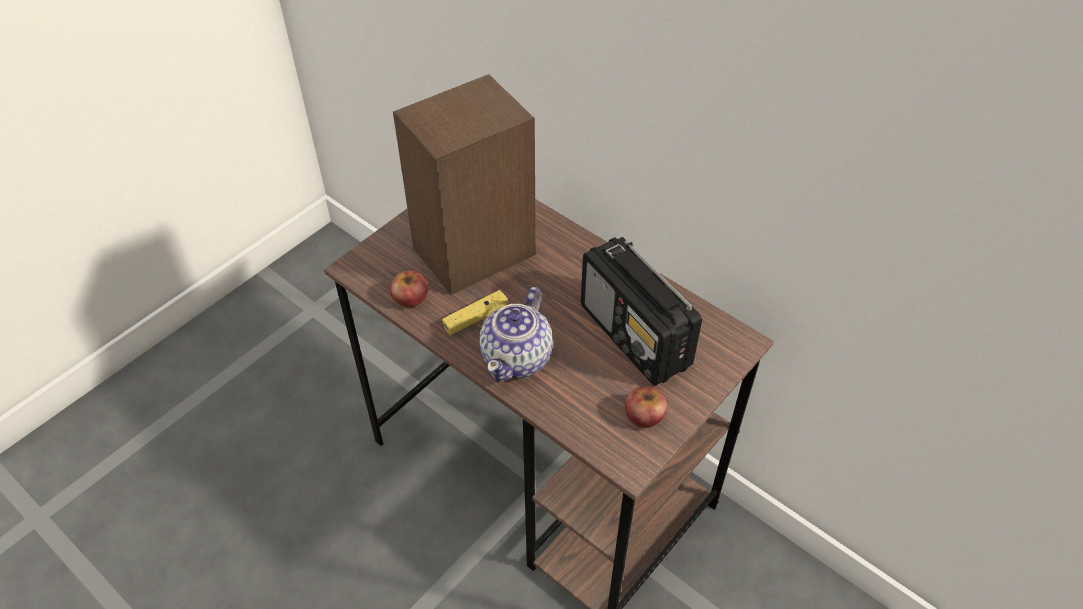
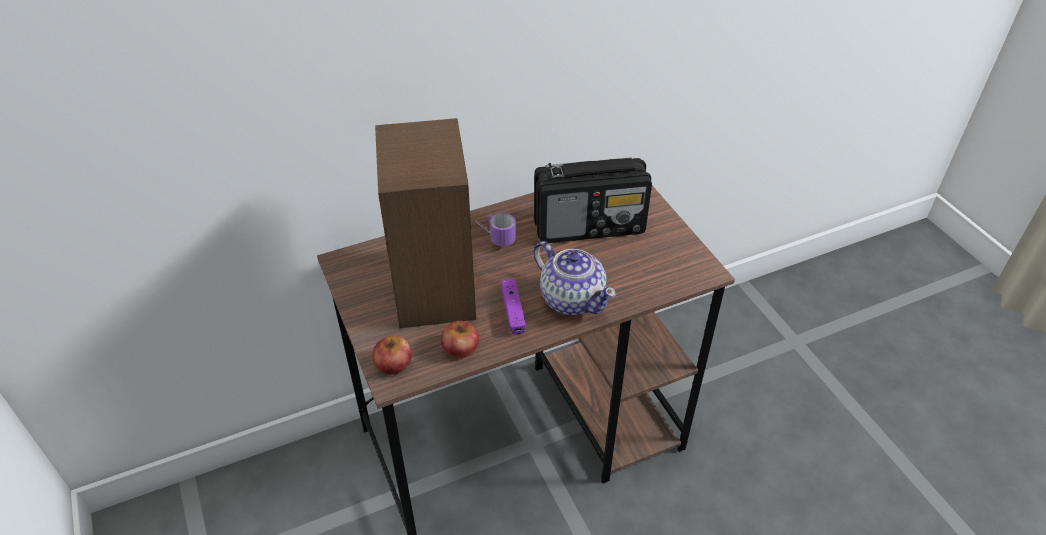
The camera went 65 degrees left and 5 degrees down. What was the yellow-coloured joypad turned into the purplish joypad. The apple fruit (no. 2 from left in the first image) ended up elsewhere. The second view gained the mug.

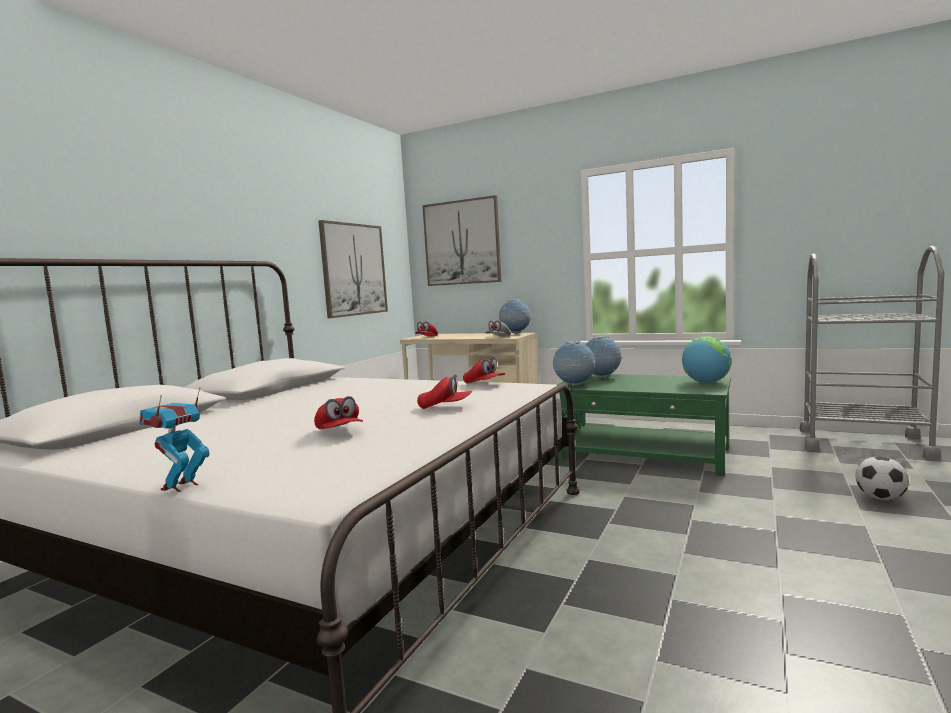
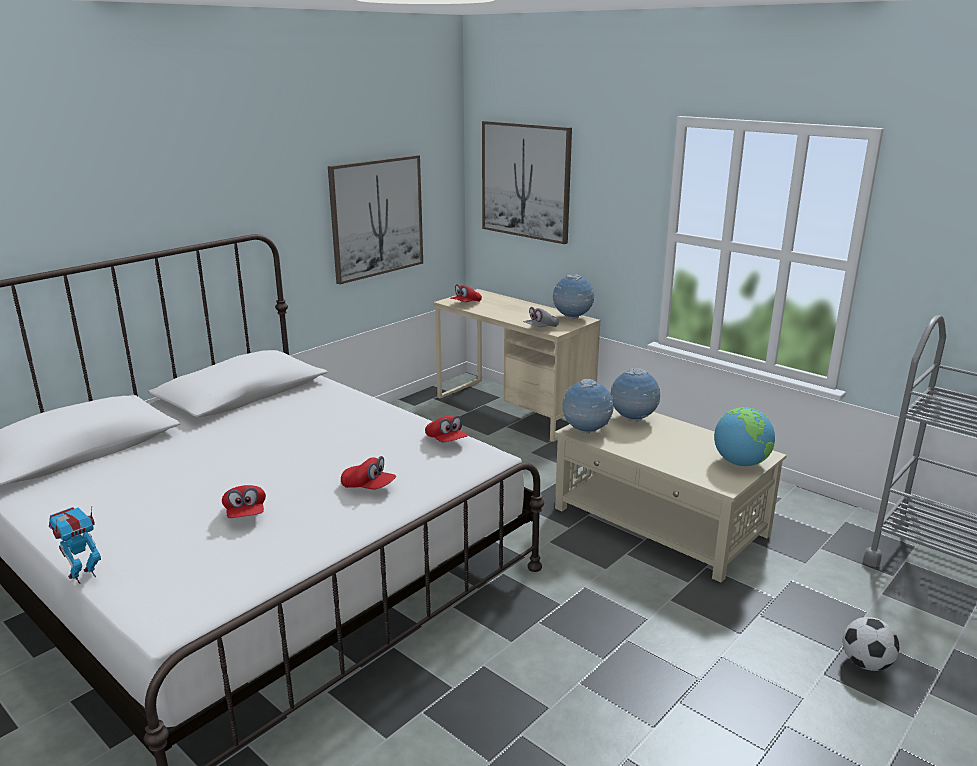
The camera went 15 degrees right and 15 degrees up. What was the green-coloured low table turned into the beige-coloured low table.

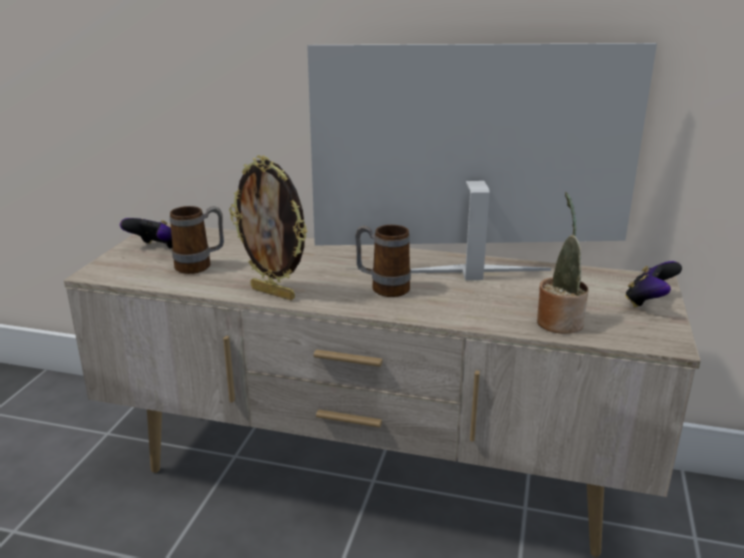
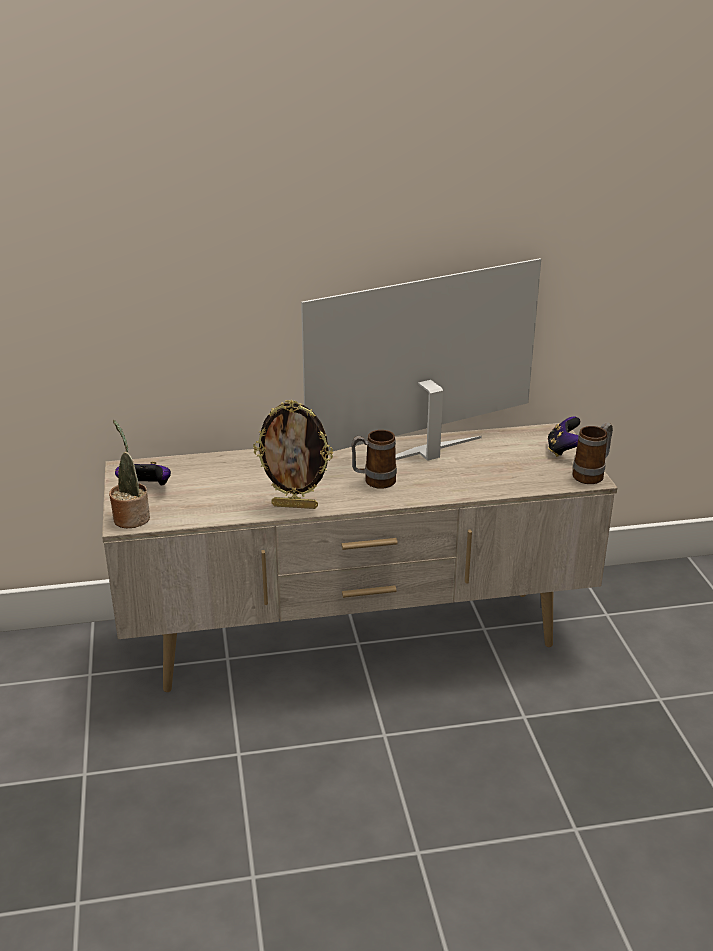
The camera went 25 degrees left and 5 degrees up. The mug (no. 1 from left in the first image) ended up elsewhere. The houseplant ended up elsewhere.

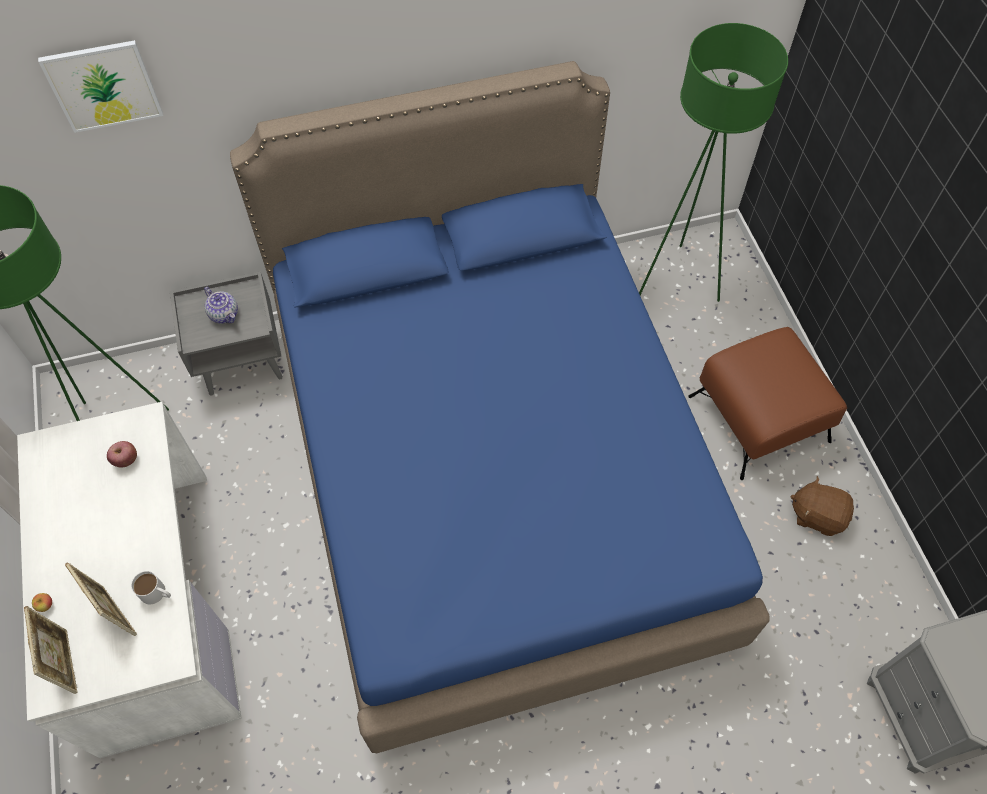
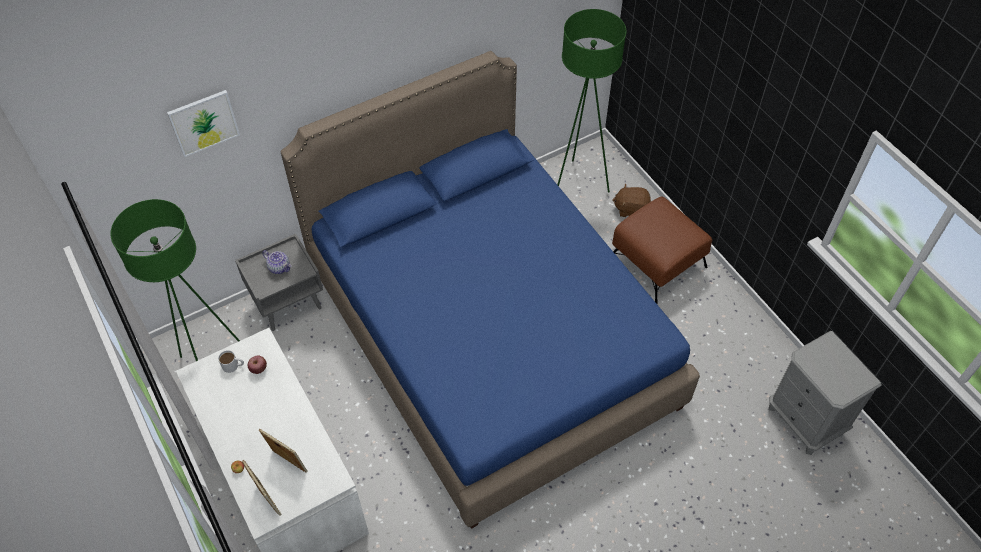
The camera went 15 degrees left and 5 degrees down. The white-coloured mug ended up elsewhere. The brown soft toy ended up elsewhere.

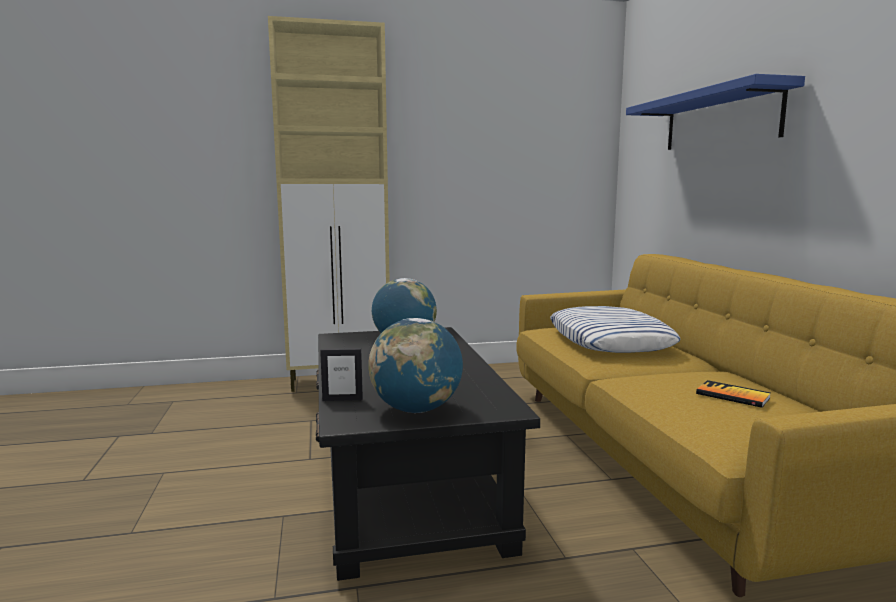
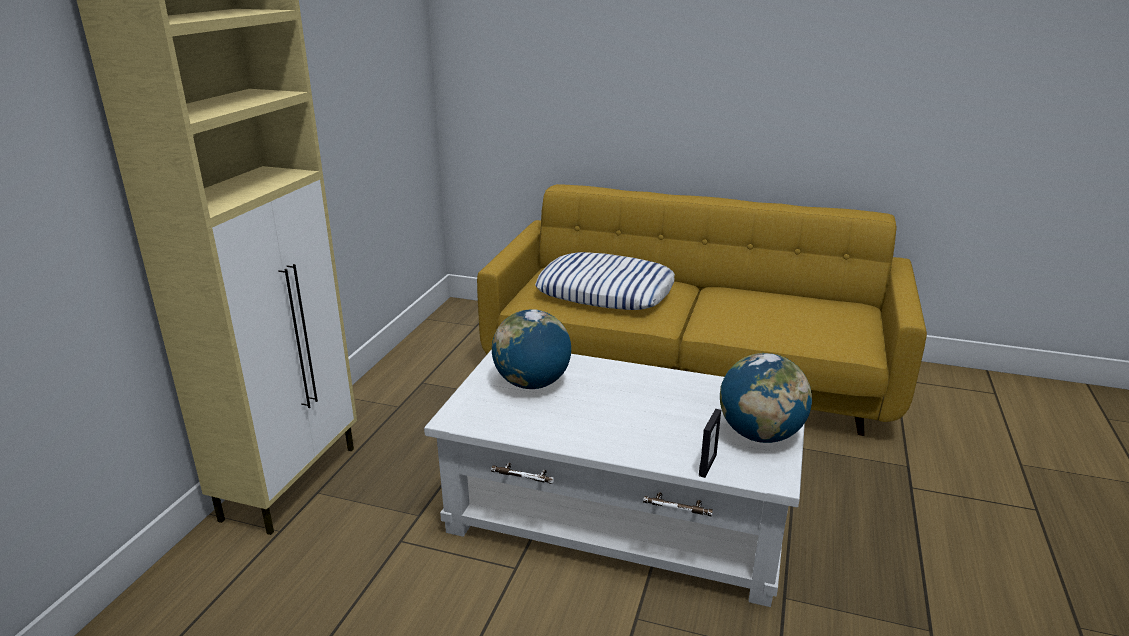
The camera went 60 degrees left and 15 degrees up. What was the blackish low table turned into the white-coloured low table. The second view lost the bluish wall shelf. The second view lost the book.

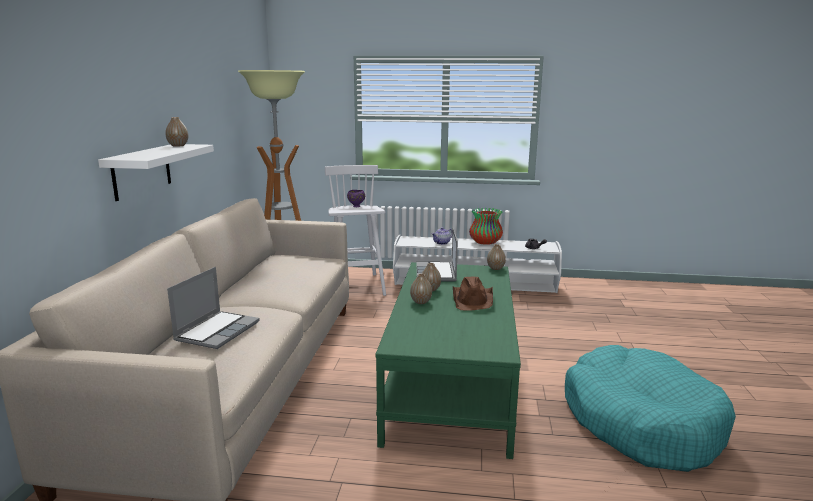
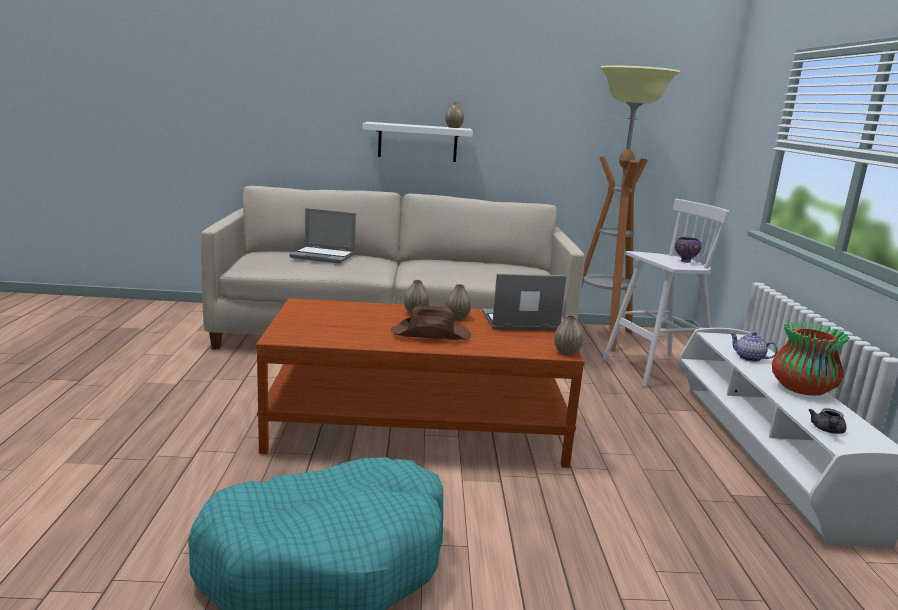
The camera went 80 degrees right and 0 degrees up. What was the green-coloured low table turned into the brown low table.

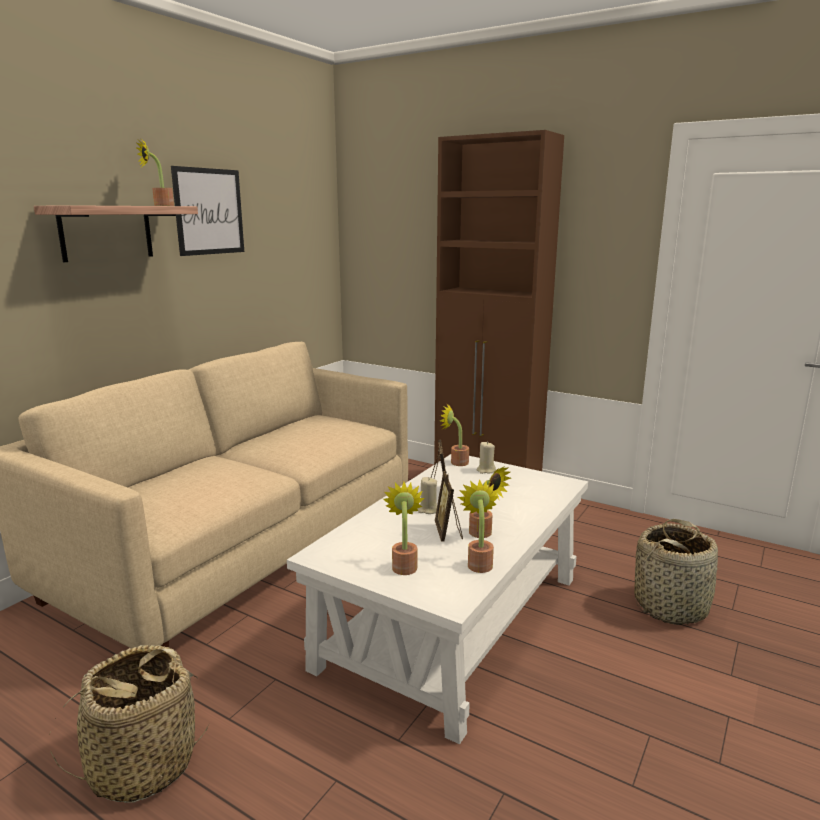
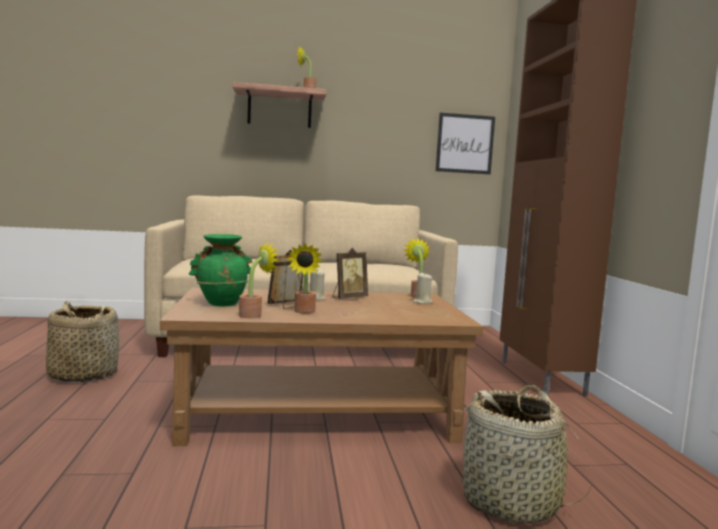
The camera went 50 degrees right and 10 degrees down. The wall art ended up elsewhere. What was the white-coloured low table turned into the brown low table. Where the houseplant (no. 2 from left) stood, the green-coloured decorative vase came to stand.

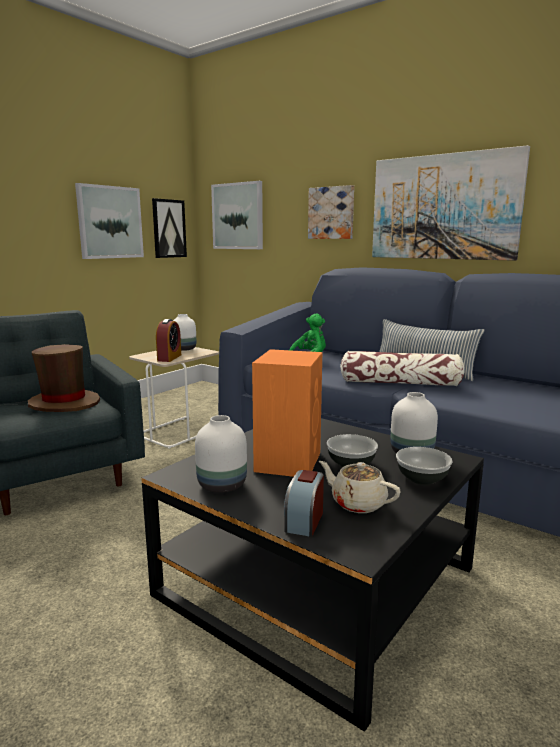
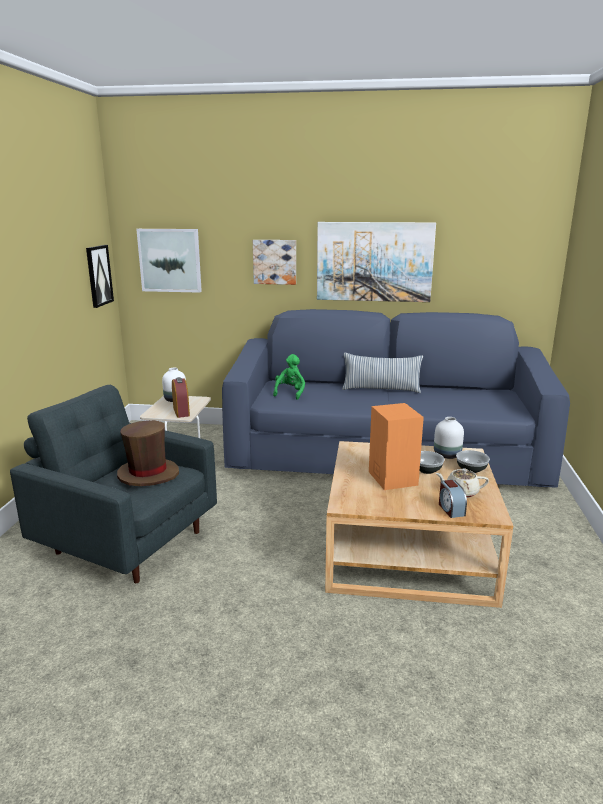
The camera went 30 degrees left and 5 degrees up. The second view lost the wall art (no. 1 from left). What was the blackish low table turned into the beige-coloured low table. The second view lost the white-coloured decorative vase (no. 2 from left). The second view lost the pillow (no. 1 from left).

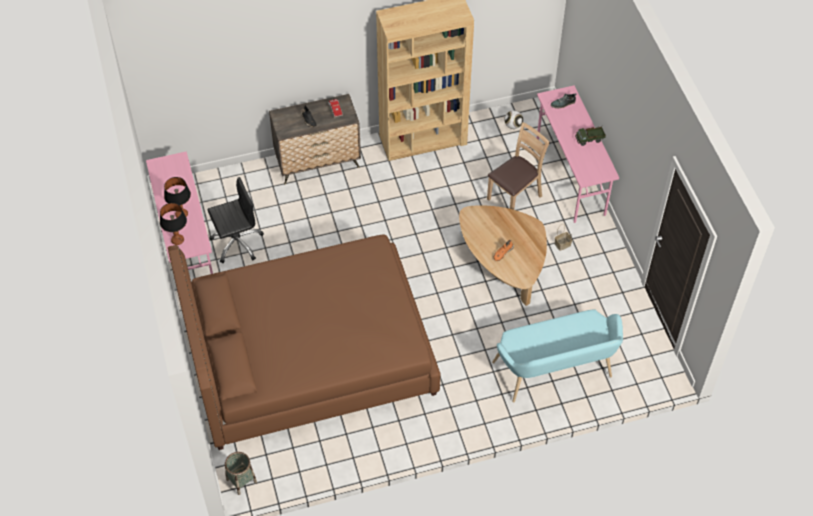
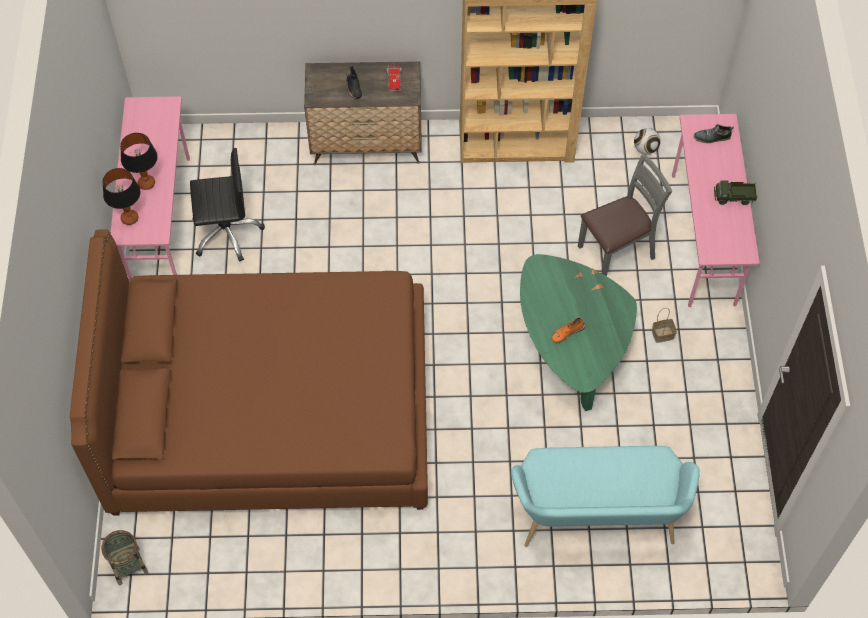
The camera went 15 degrees right and 5 degrees up. What was the brown low table turned into the green-coloured low table. What was the brown plain chair turned into the gray plain chair.

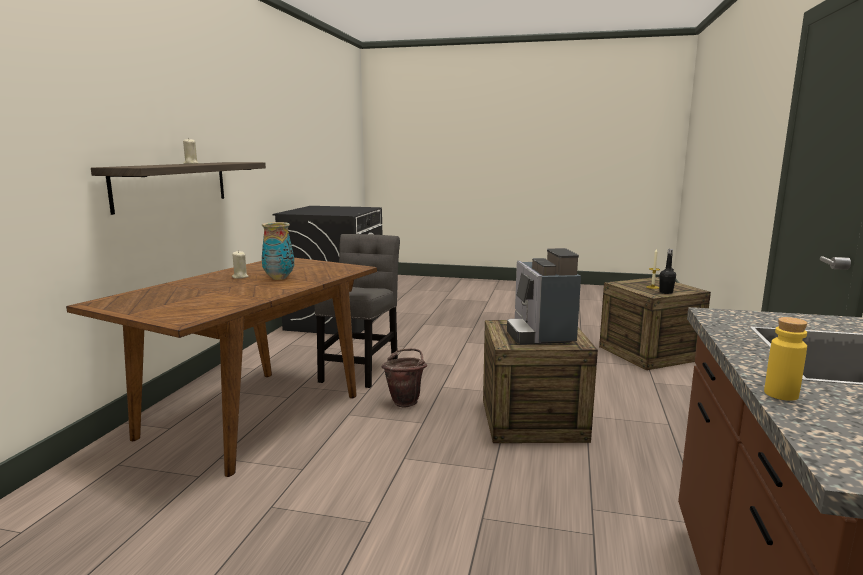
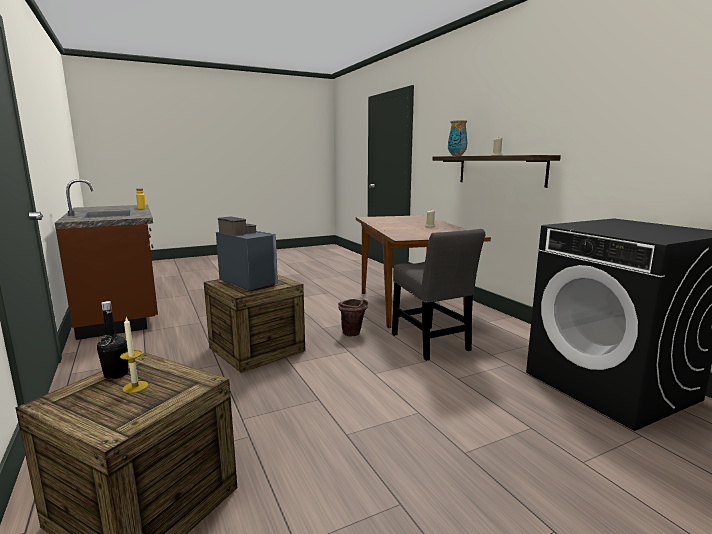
The camera went 140 degrees right and 0 degrees up. The decorative vase ended up elsewhere.

